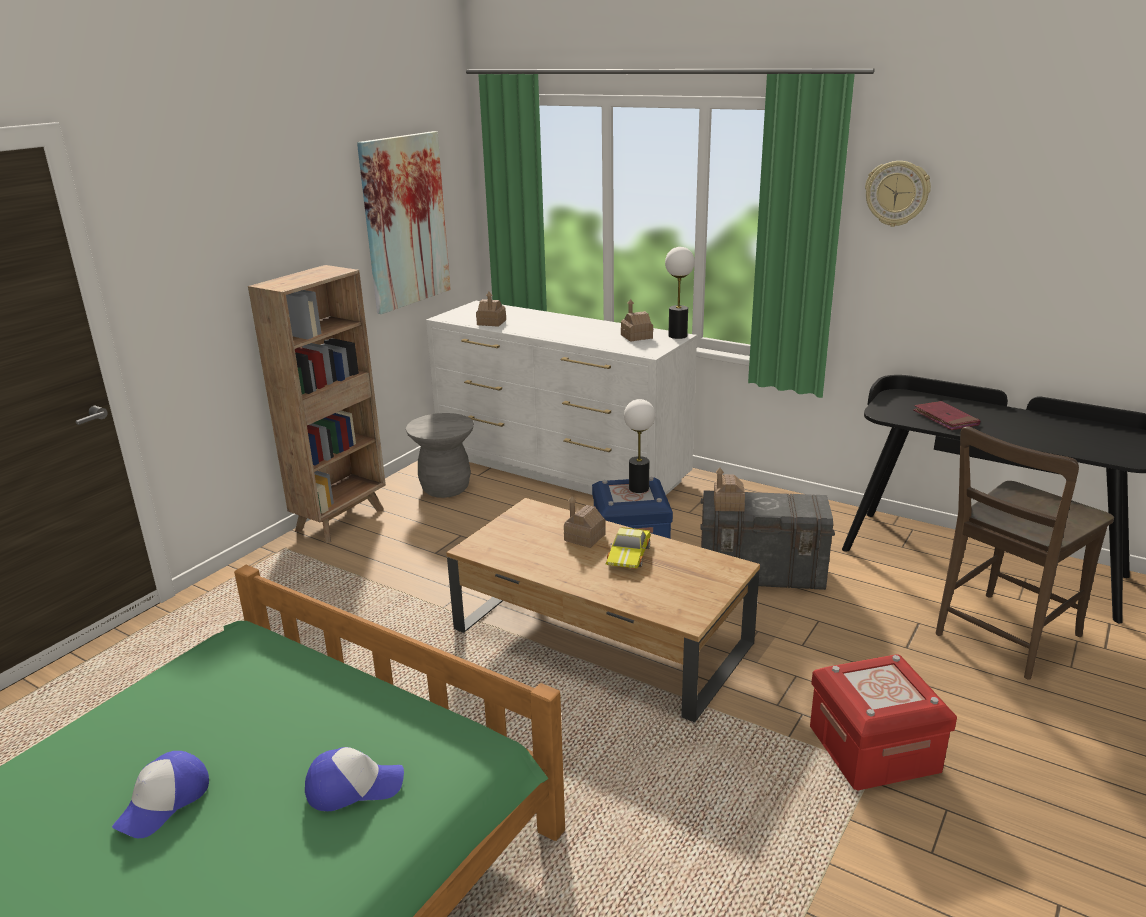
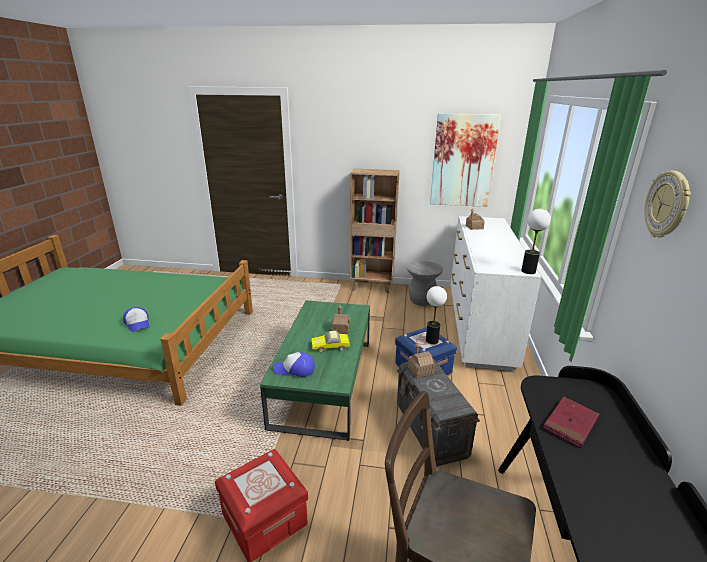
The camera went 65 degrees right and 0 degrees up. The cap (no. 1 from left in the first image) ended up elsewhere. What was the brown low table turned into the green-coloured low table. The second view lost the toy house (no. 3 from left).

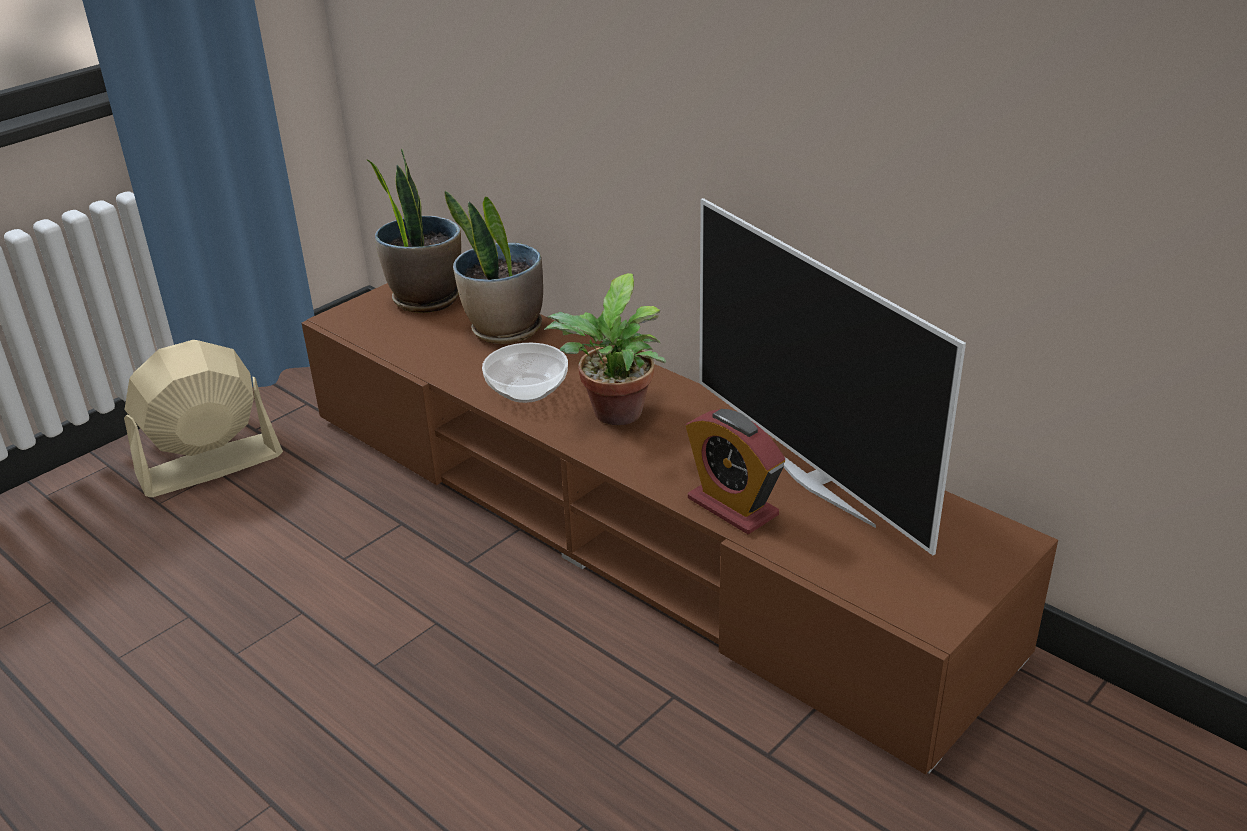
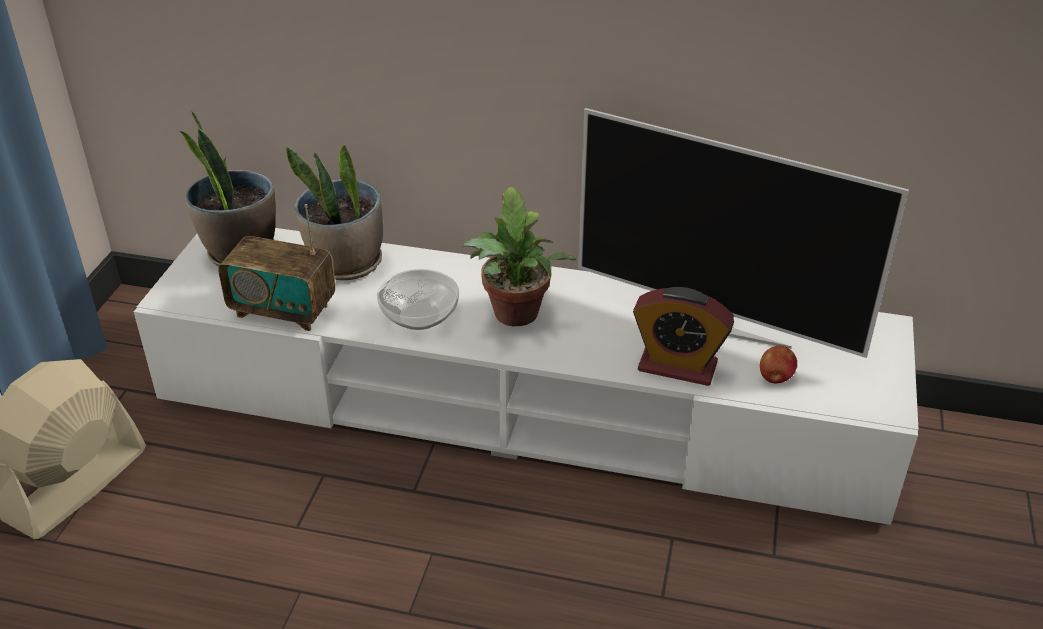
The camera went 30 degrees left and 5 degrees up. What was the brown tv unit turned into the white-coloured tv unit. The second view gained the radio set. The second view gained the apple fruit.

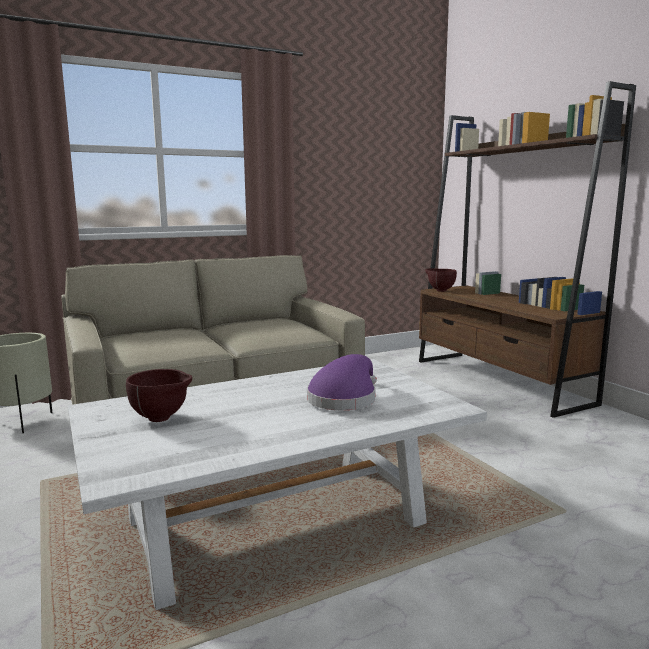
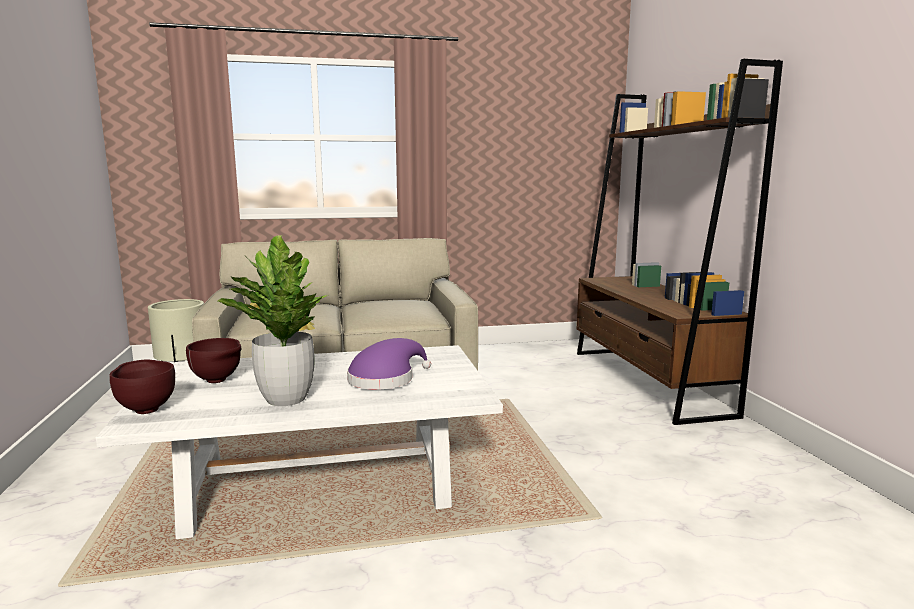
The camera went 15 degrees right and 0 degrees up. The brown serving bowl (no. 2 from left in the first image) ended up elsewhere. The second view gained the houseplant.

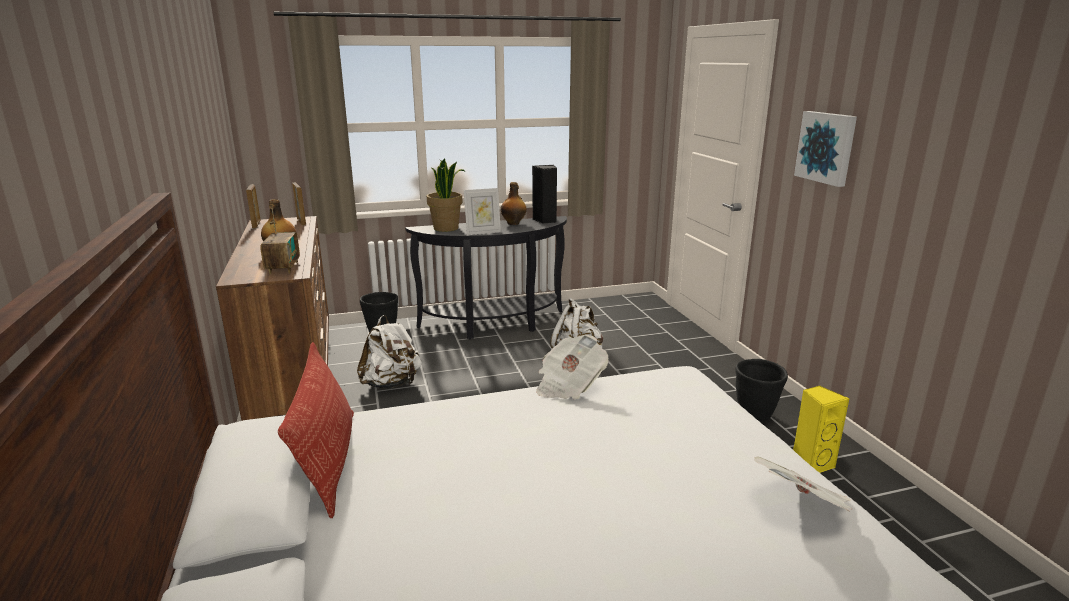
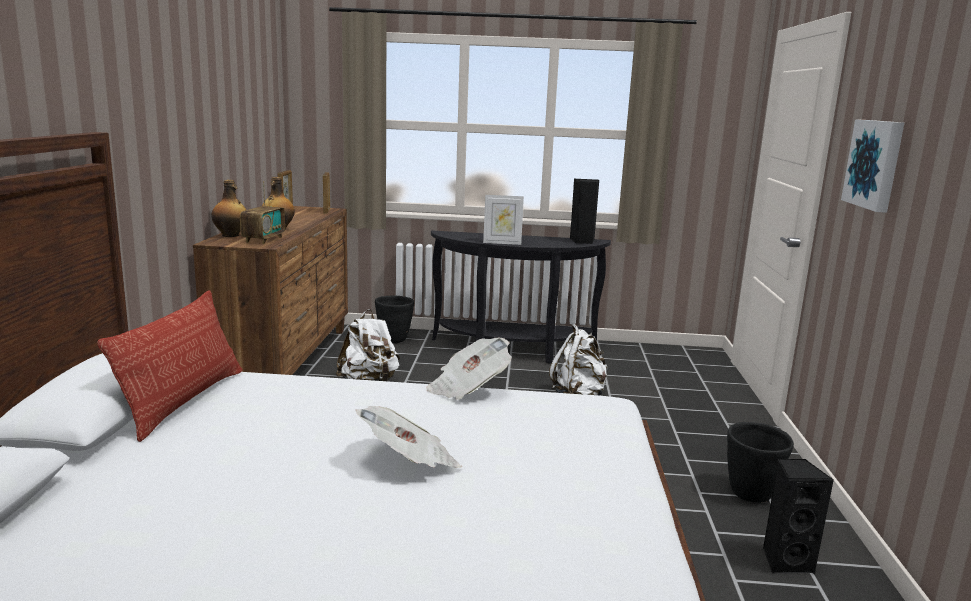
The camera went 20 degrees right and 5 degrees down. The second view lost the houseplant. The beverage bottle (no. 2 from left in the first image) ended up elsewhere. The printed paper (no. 2 from left in the first image) ended up elsewhere. What was the yellow-coloured audio speaker turned into the blackish audio speaker (no. 2 from left).

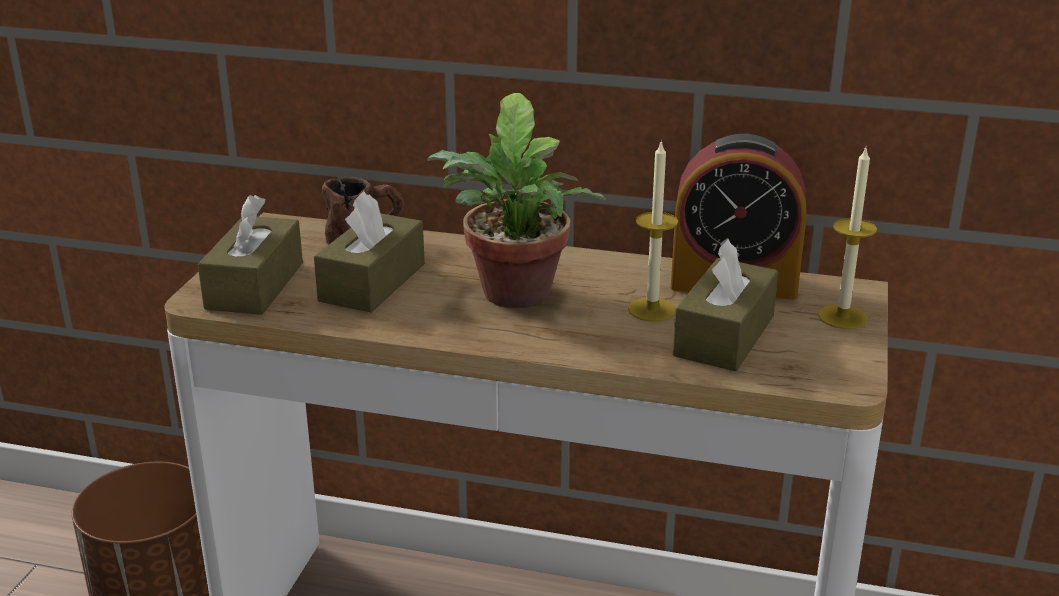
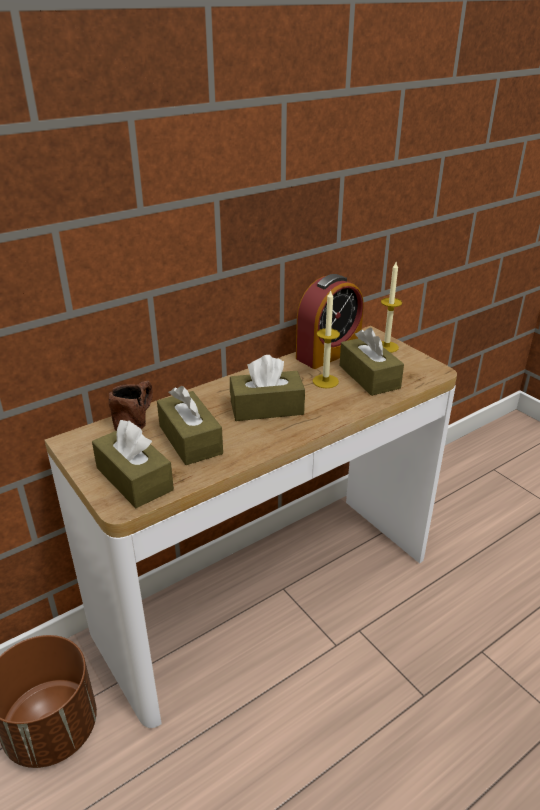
The camera went 50 degrees left and 5 degrees up. Where the houseplant stood, the brown tissue holder (no. 3 from left) came to stand.

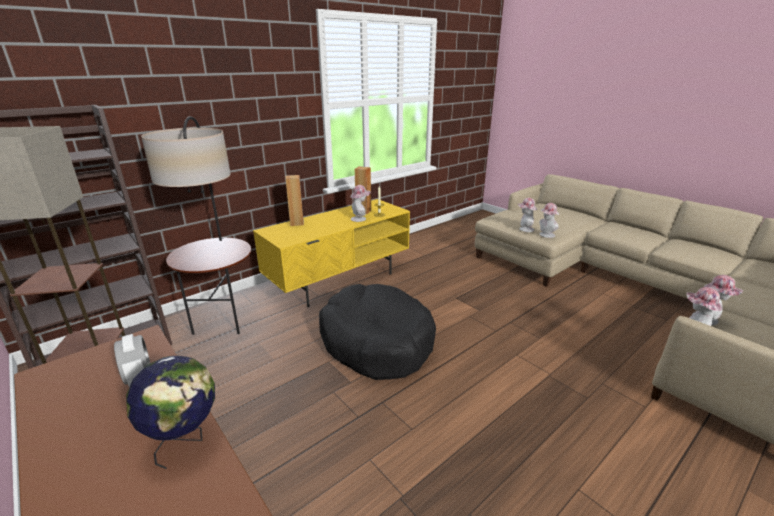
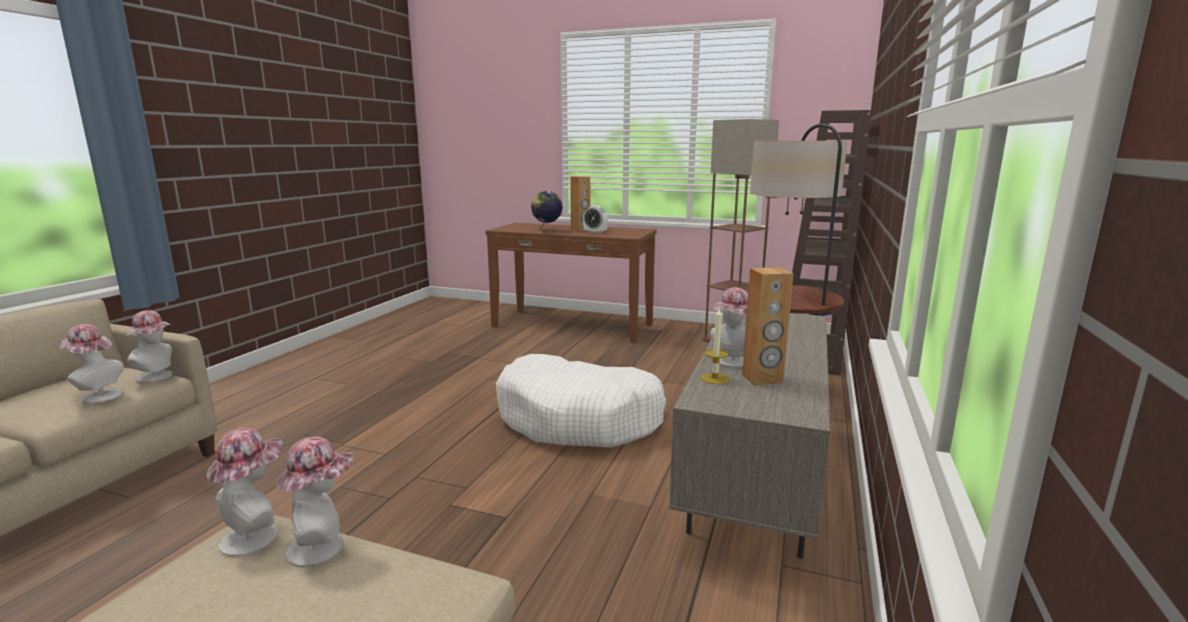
The camera went 150 degrees right and 10 degrees down. What was the yellow-coloured tv unit turned into the gray tv unit. The brown audio speaker (no. 1 from left) ended up elsewhere. What was the blackish pet bed turned into the white-coloured pet bed.

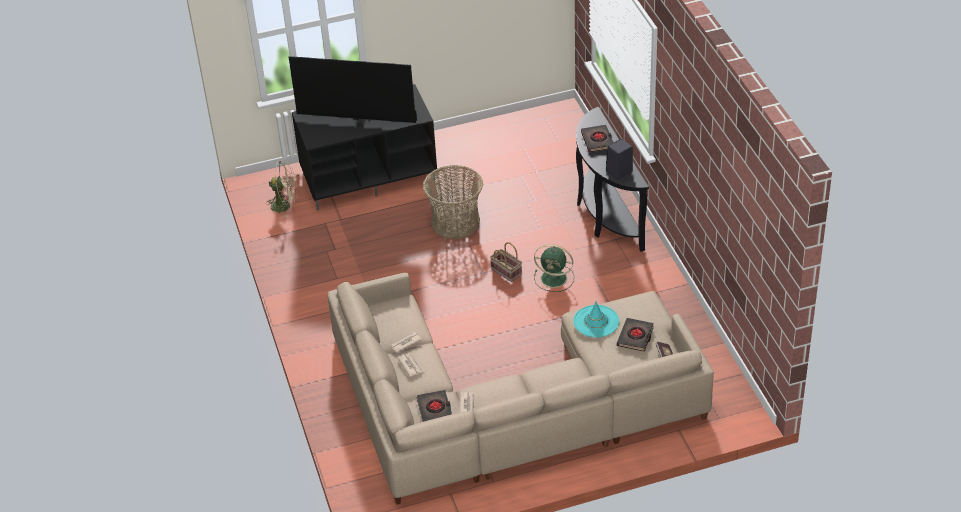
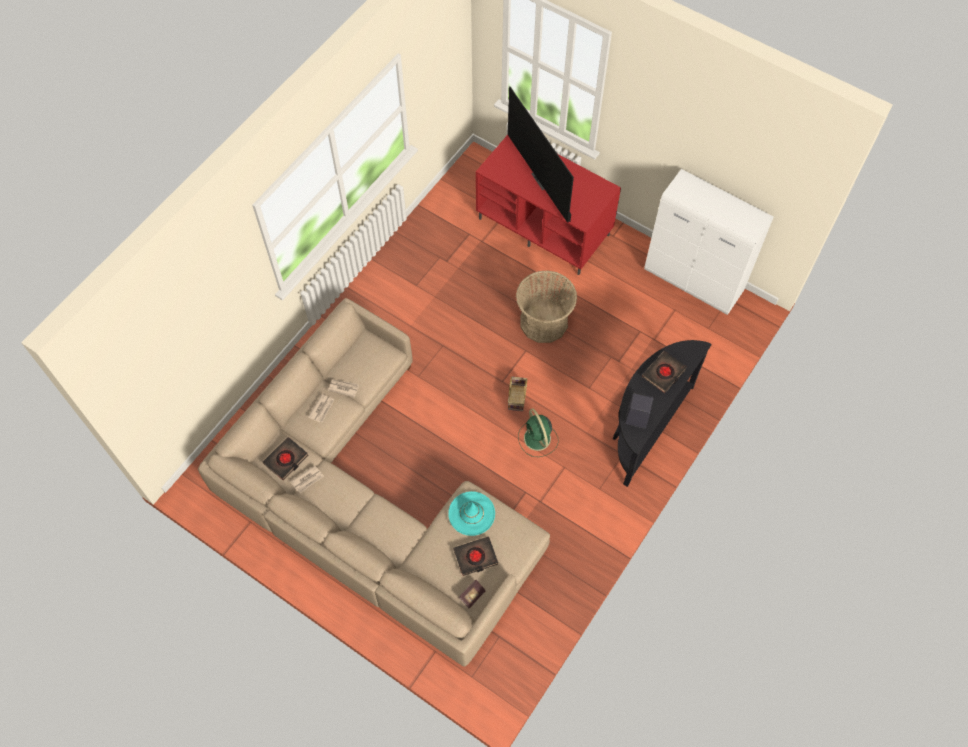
The camera went 50 degrees right and 20 degrees up. The second view lost the beige-coloured fan. What was the blackish tv unit turned into the red-coloured tv unit. The second view gained the white-coloured cupboard.

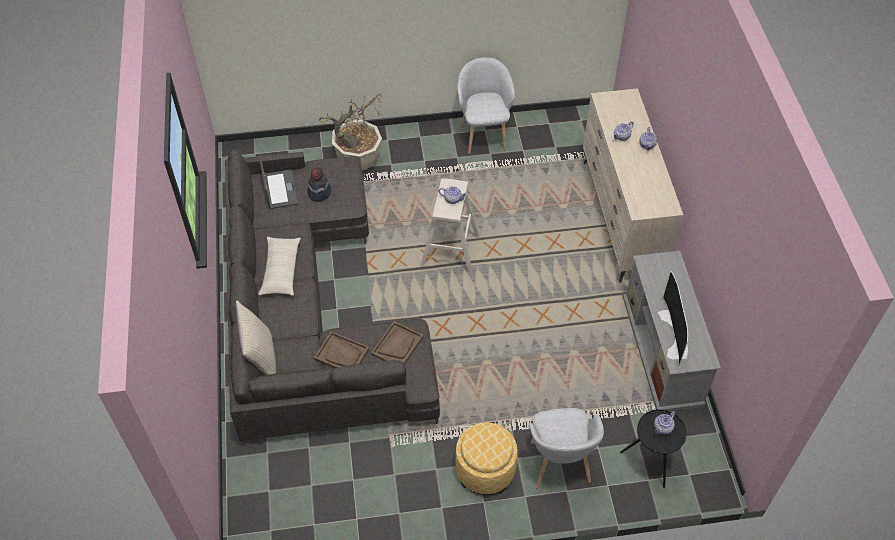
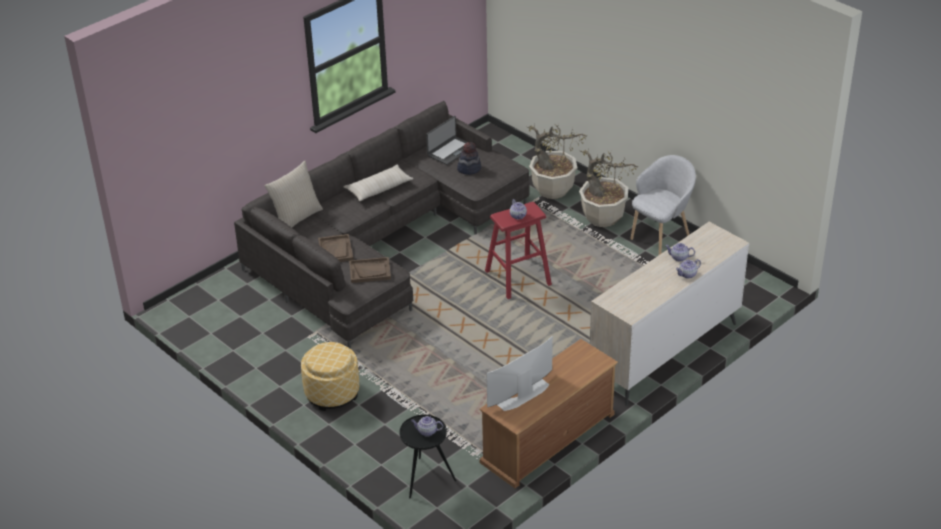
The camera went 55 degrees right and 15 degrees down. What was the beige-coloured stool seat turned into the red-coloured stool seat. The second view lost the gray easy chair (no. 2 from left). What was the gray tv unit turned into the brown tv unit. The second view gained the houseplant (no. 2 from left).

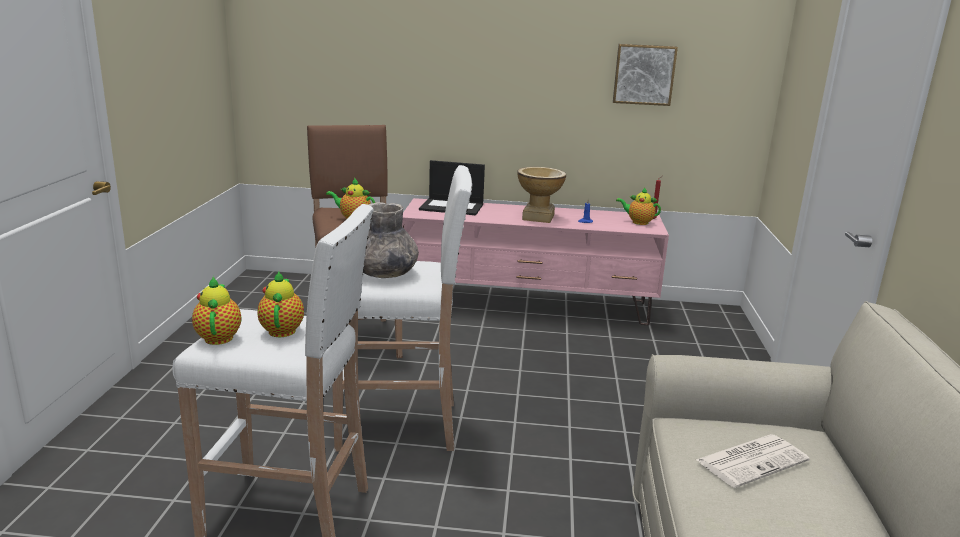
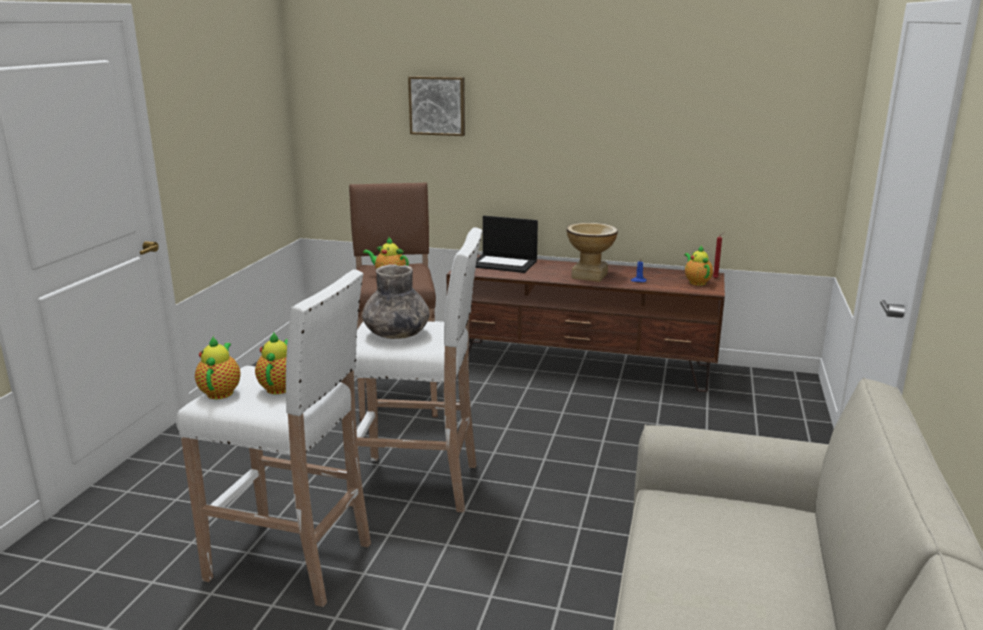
The camera went 10 degrees right and 0 degrees up. What was the pink tv unit turned into the brown tv unit. The wall art ended up elsewhere. The tea pot (no. 4 from left) ended up facing another way, 45 degrees clockwise from before. The second view lost the printed paper.

